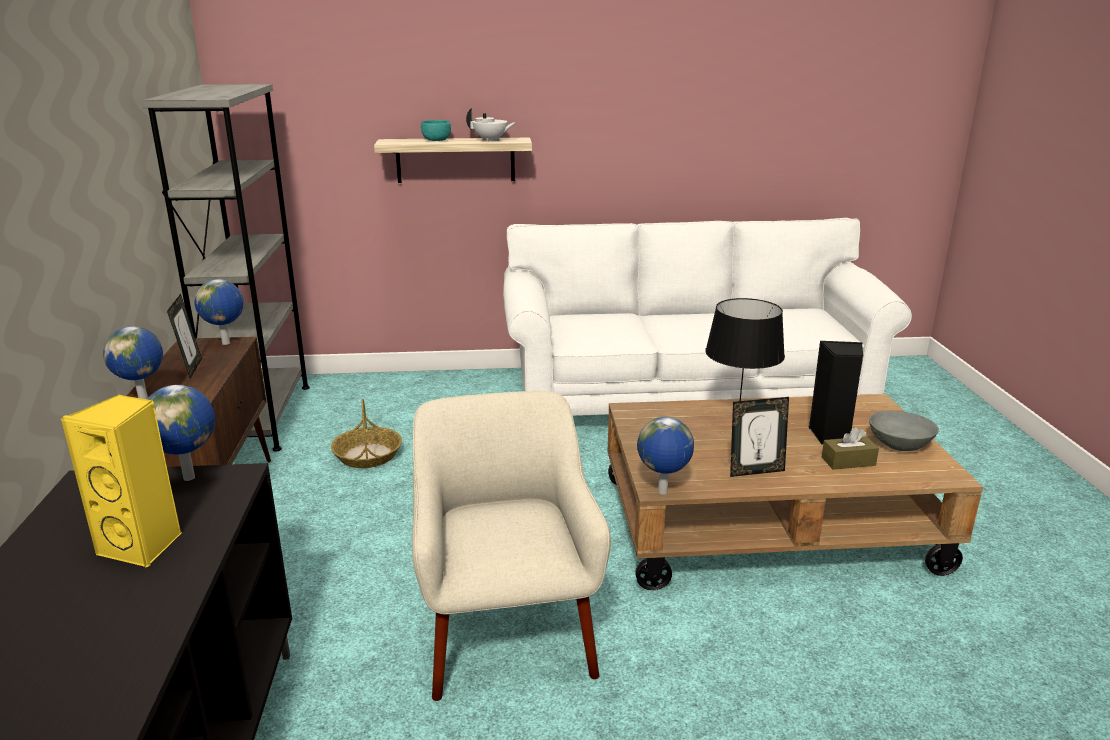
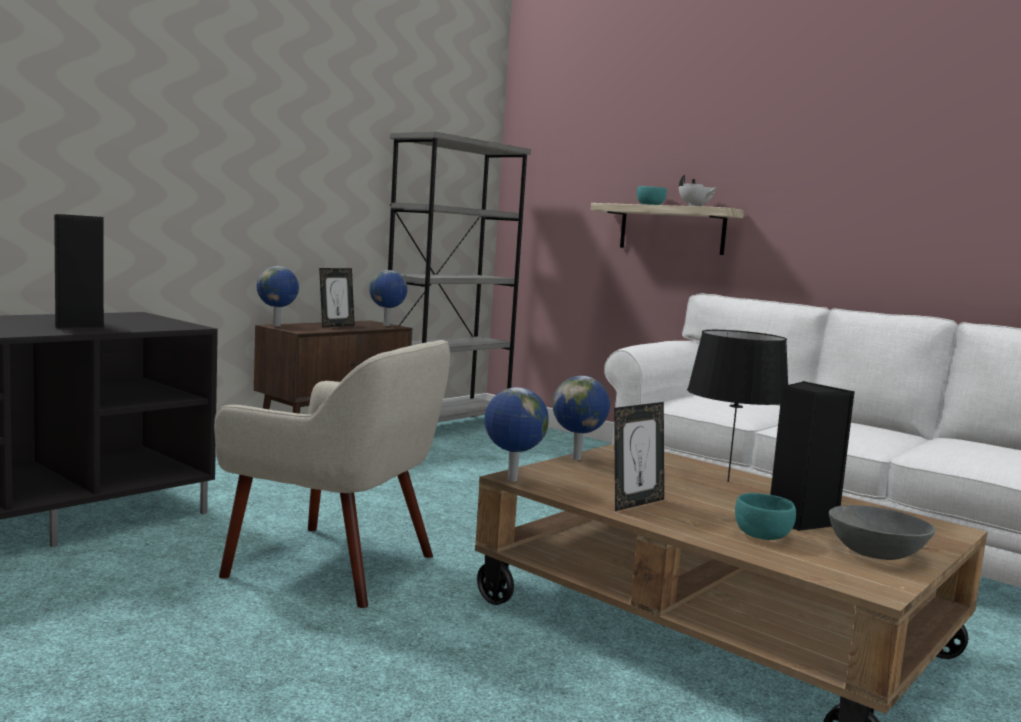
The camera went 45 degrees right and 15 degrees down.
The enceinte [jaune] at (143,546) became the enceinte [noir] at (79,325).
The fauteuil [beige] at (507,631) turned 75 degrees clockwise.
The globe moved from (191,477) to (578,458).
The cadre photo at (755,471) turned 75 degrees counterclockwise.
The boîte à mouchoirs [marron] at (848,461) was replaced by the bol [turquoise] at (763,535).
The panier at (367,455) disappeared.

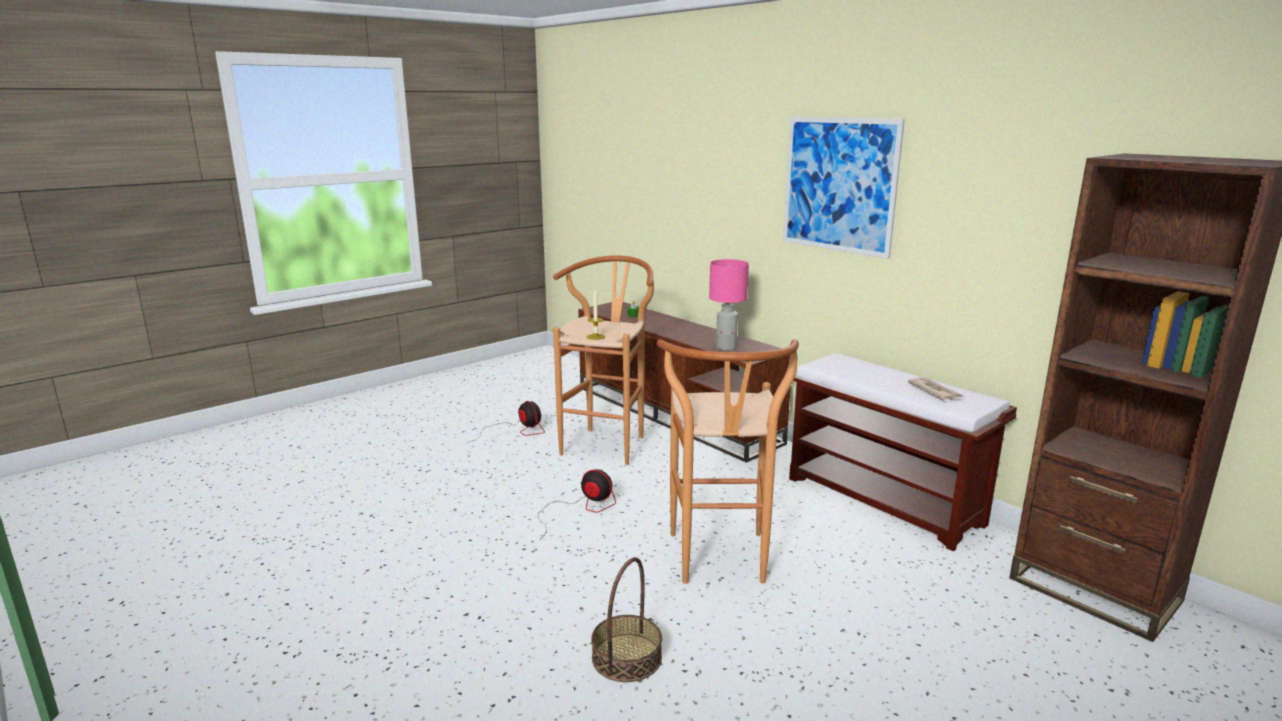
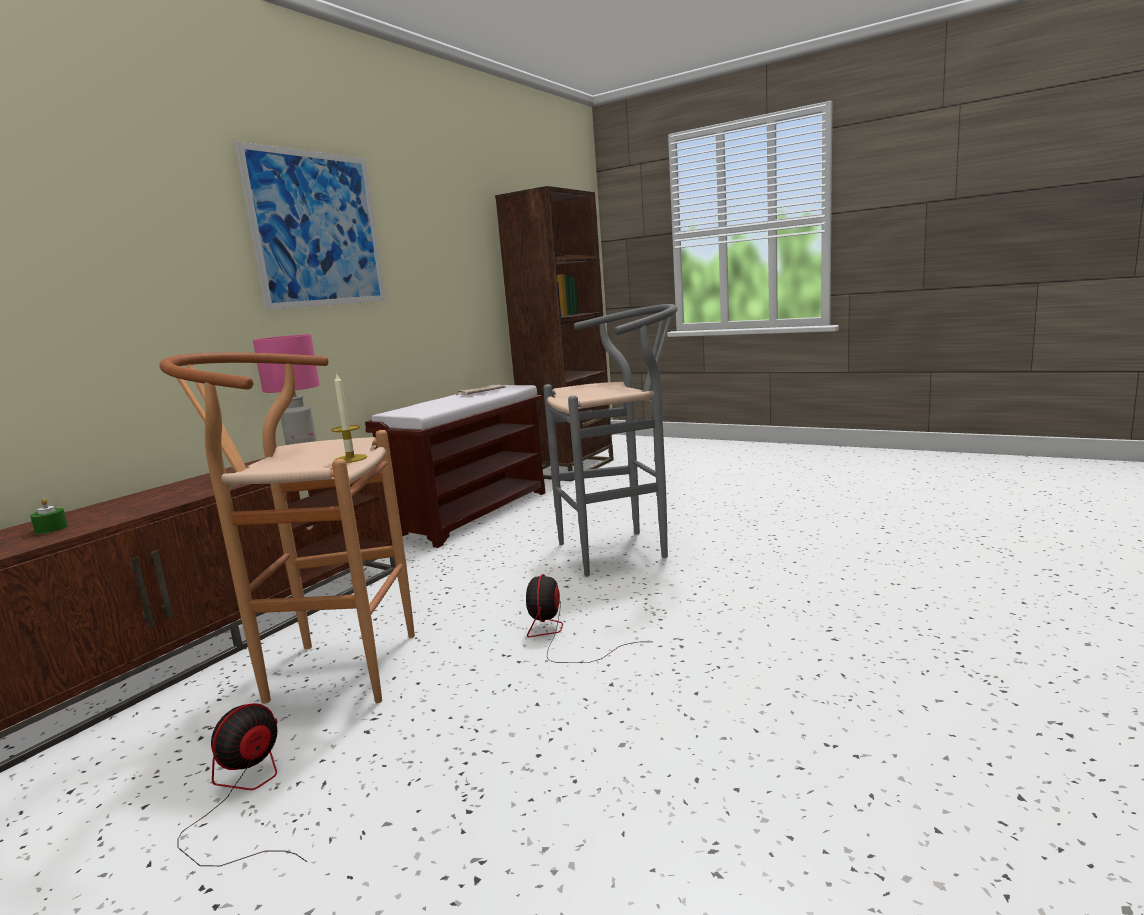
The camera went 105 degrees left and 5 degrees down.
The tabouret [marron] at (720,564) became the tabouret [gris] at (623,550).
The panier at (627,657) disappeared.

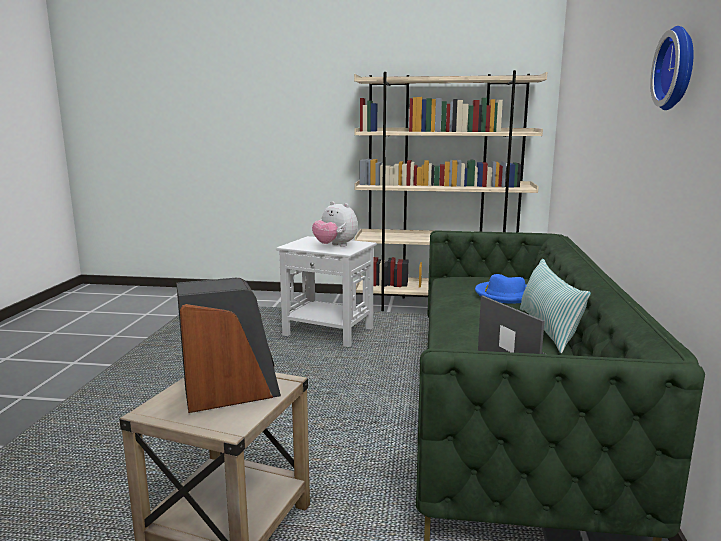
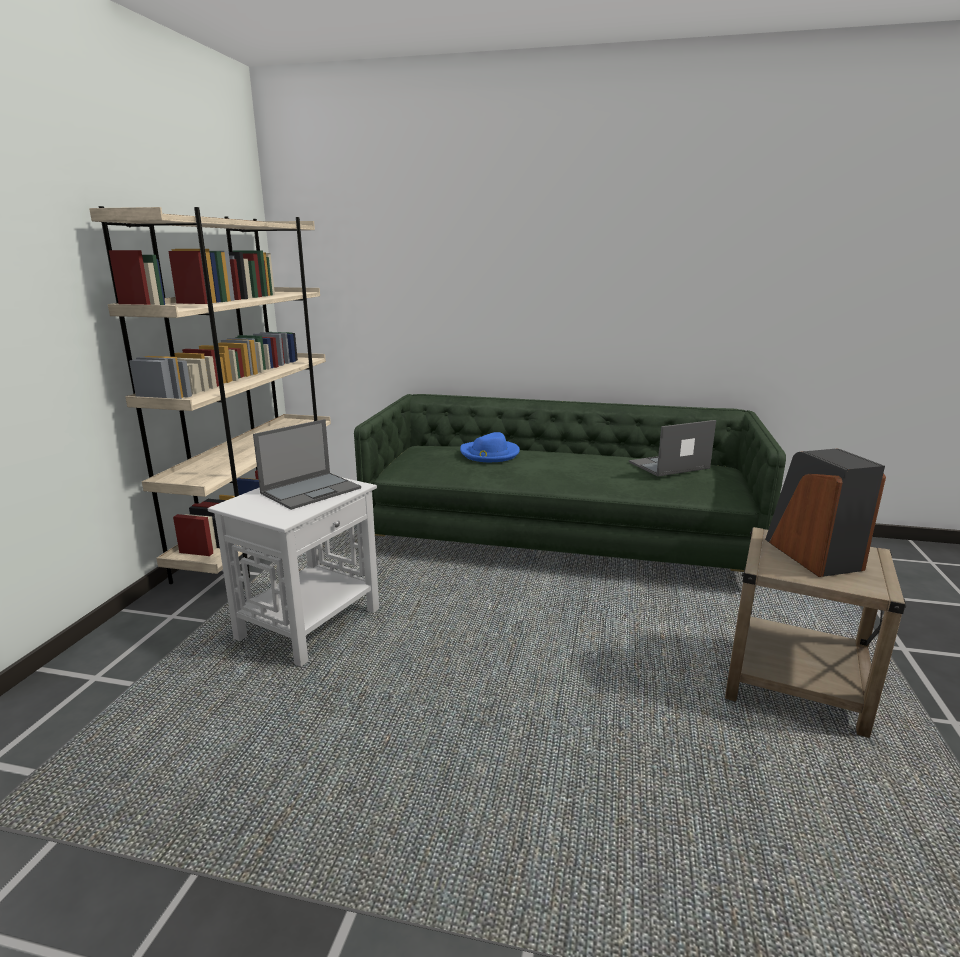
The camera went 85 degrees left and 5 degrees up.
The peluche at (335,246) was replaced by the ordinateur portable at (312,490).
The coussin at (548,329) disappeared.
The horloge murale at (679,68) disappeared.

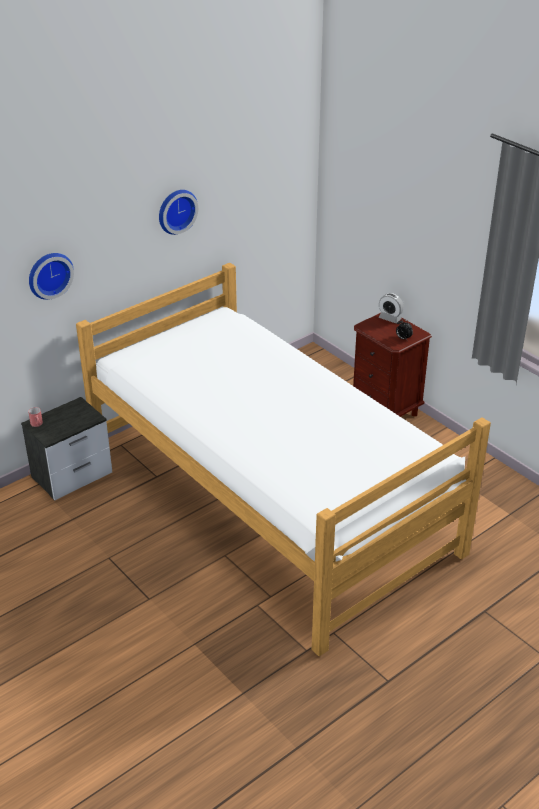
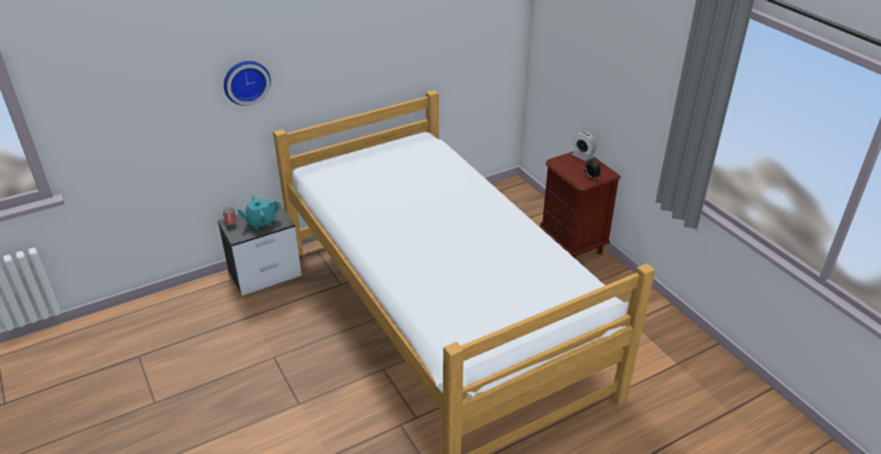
The camera went 10 degrees right and 0 degrees up.
The théière [turquoise] at (260,222) appeared.
The horloge murale at (175,210) disappeared.

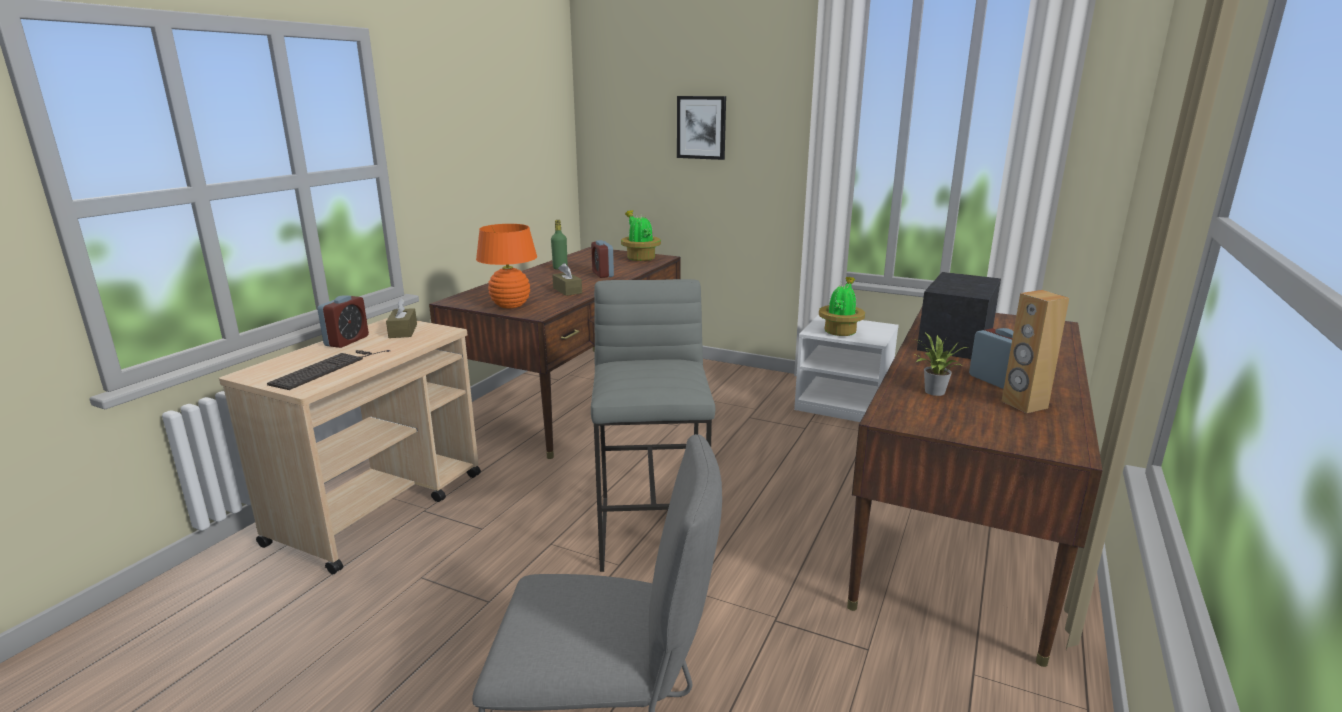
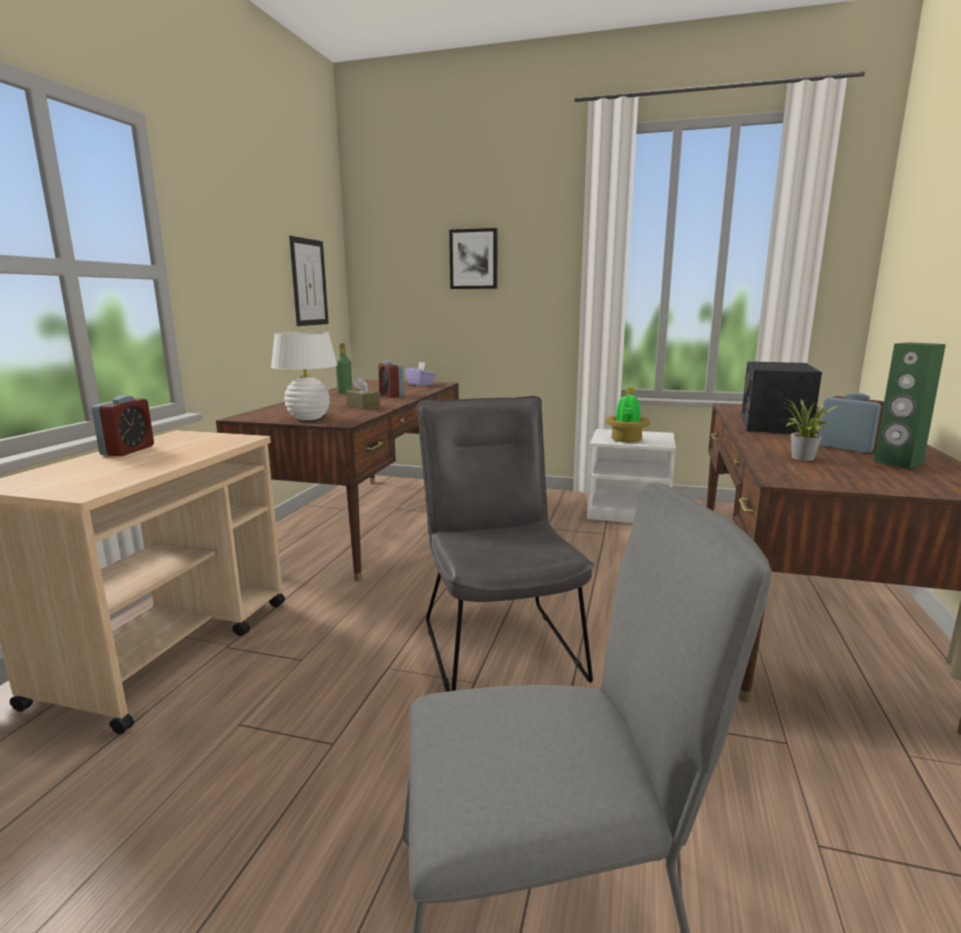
The camera went 10 degrees left and 5 degrees down.
The lampe de table [orange] at (510,305) became the lampe de table [blanc] at (308,418).
The tableau at (309,282) appeared.
The plante en pot at (640,258) was replaced by the boîte à mouchoirs [violet] at (420,384).
The tabouret [gris] at (653,531) was replaced by the chaise [gris] at (498,642).
The enceinte [marron] at (1024,404) became the enceinte [vert] at (897,462).
The clavier at (328,368) disappeared.
The boîte à mouchoirs [marron] at (403,331) disappeared.

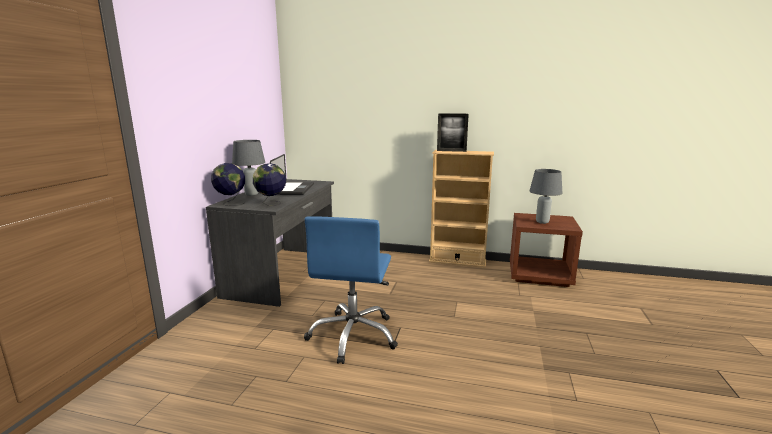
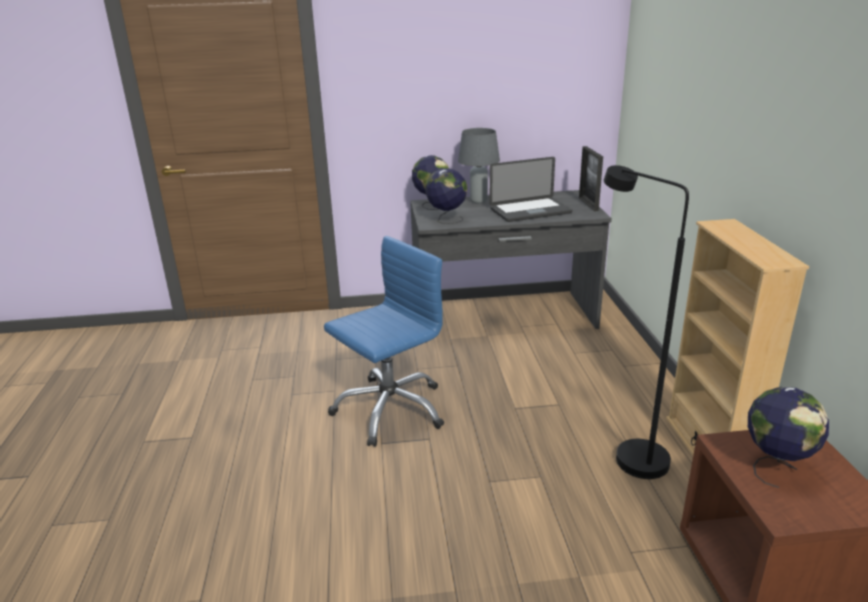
The camera went 70 degrees right and 10 degrees up.
The chaise de bureau [bleu] at (353,335) turned 150 degrees clockwise.
The cadre photo moved from (451,151) to (588,204).
The lampadaire [noir] at (629,454) appeared.
The lampe de table [gris] at (541,222) was replaced by the globe at (775,467).

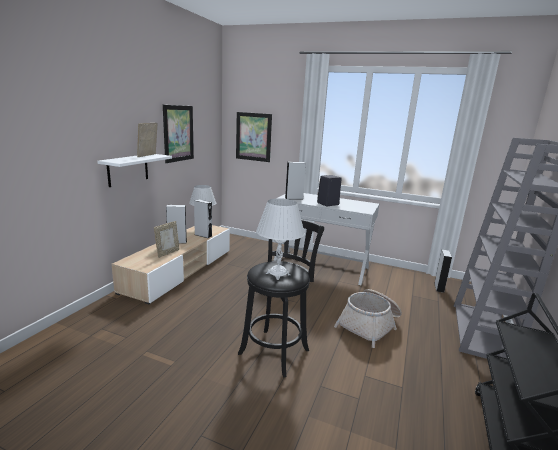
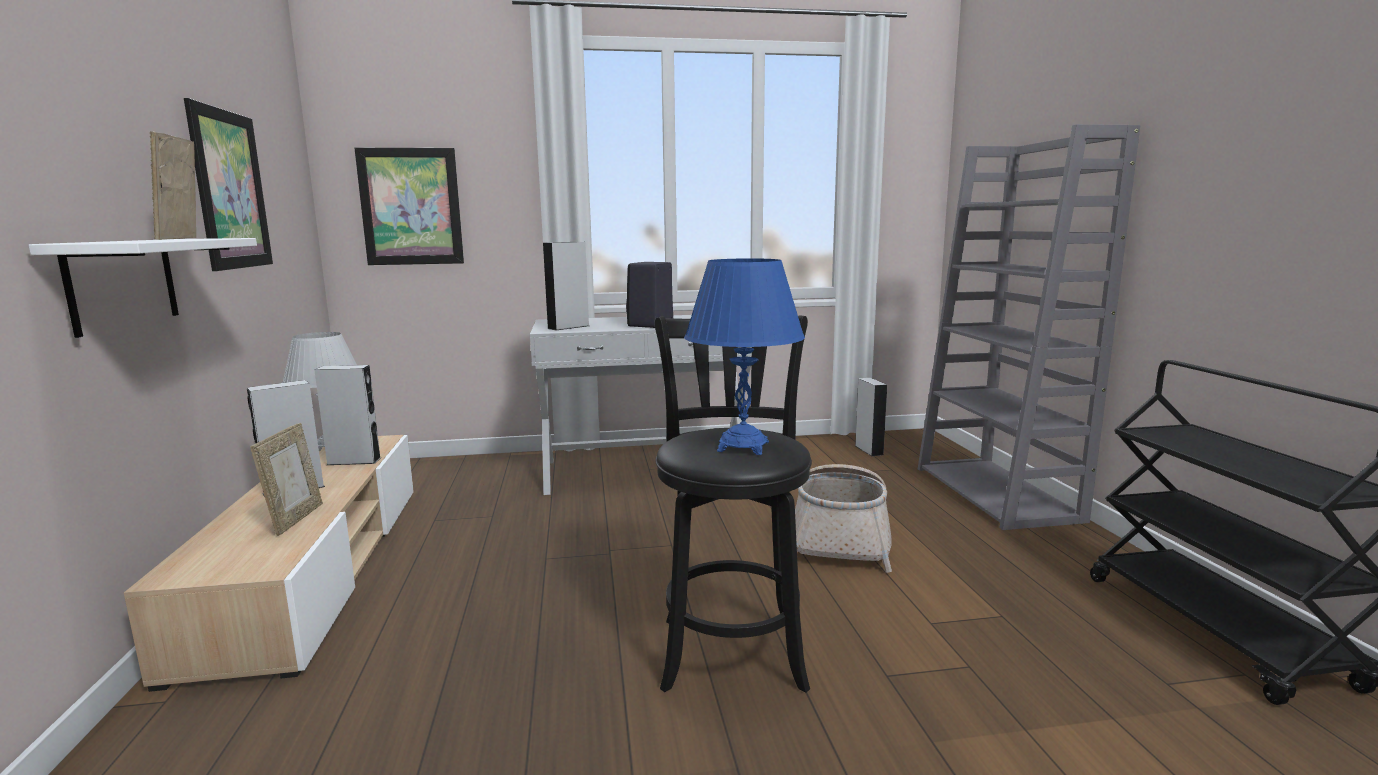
The camera went 30 degrees left and 5 degrees down.
The lampe de table [blanc] at (278,274) became the lampe de table [bleu] at (743,447).

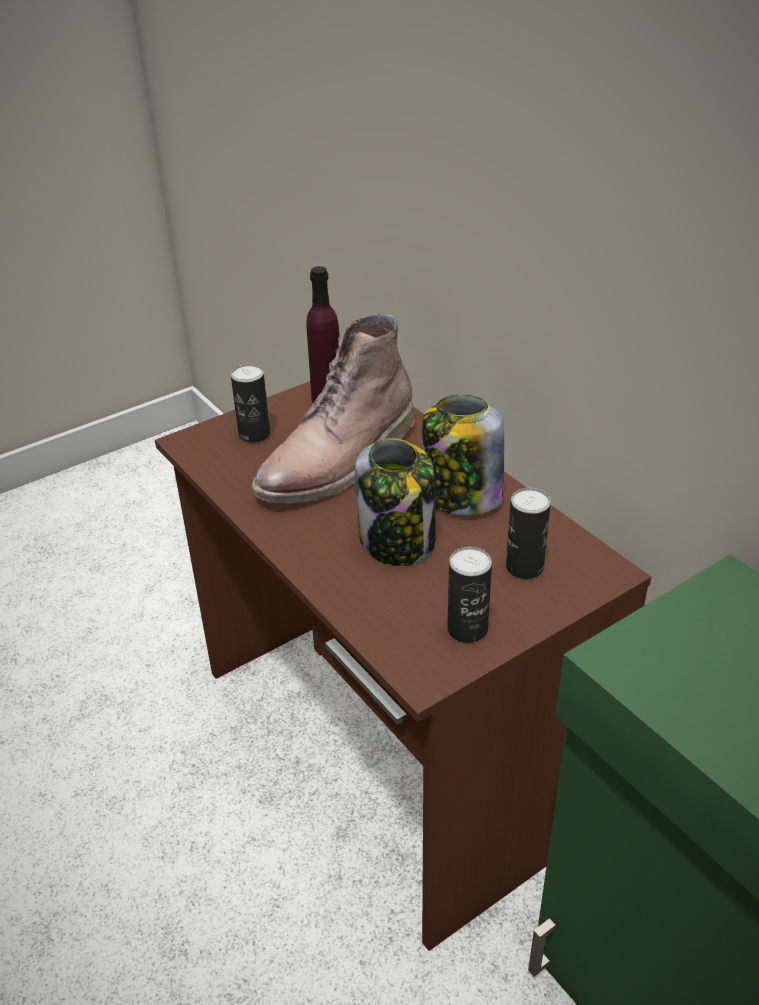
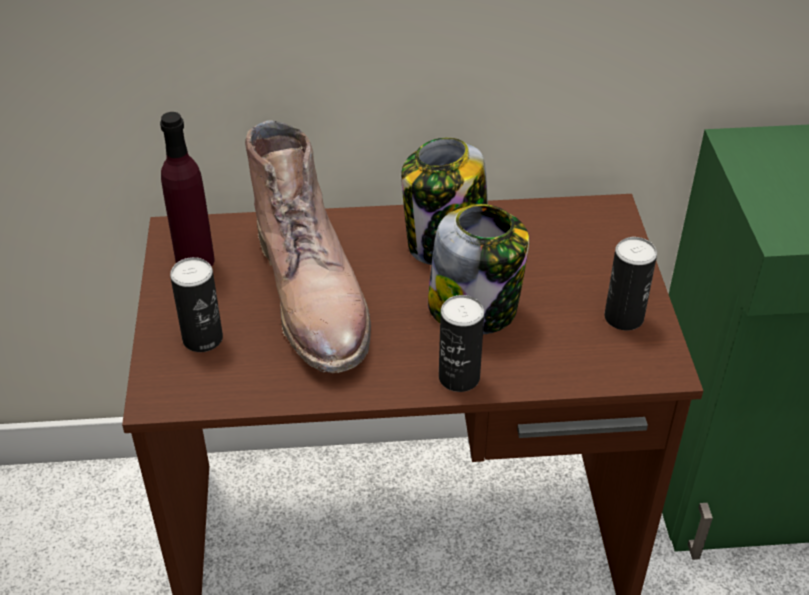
The camera went 60 degrees left and 5 degrees up.
The boîte métallique moved from (524,567) to (459,377).

